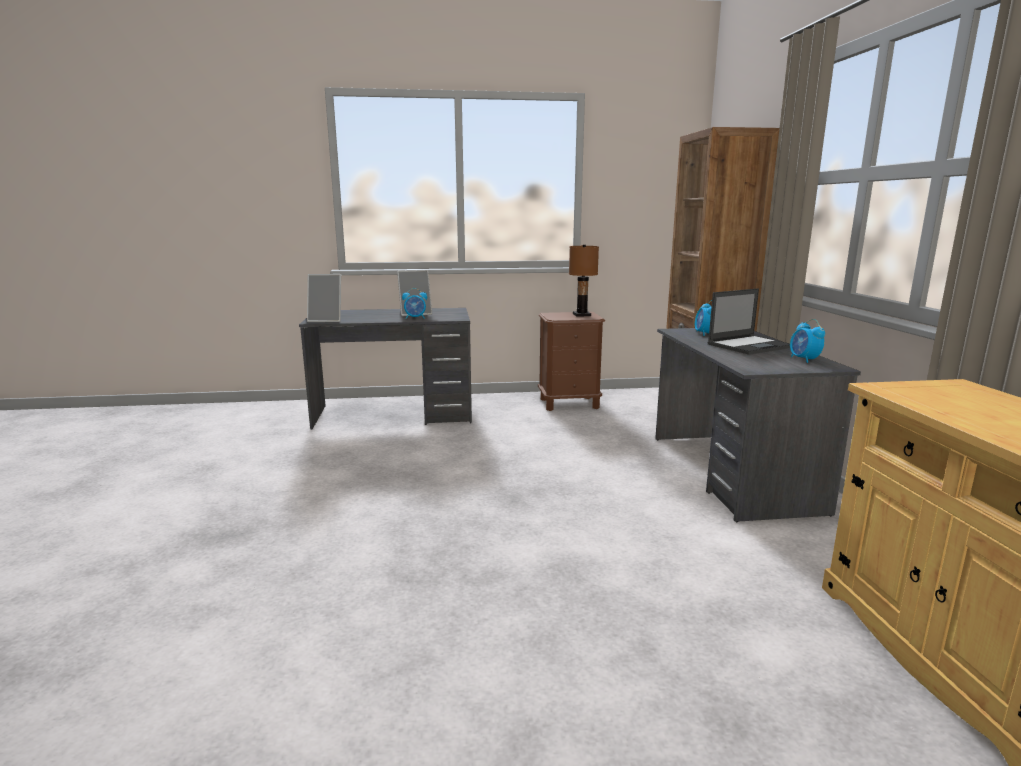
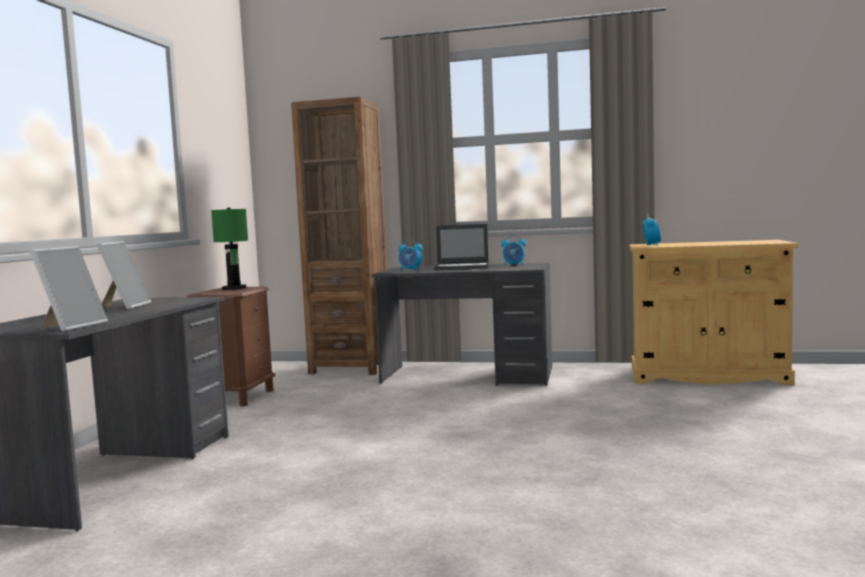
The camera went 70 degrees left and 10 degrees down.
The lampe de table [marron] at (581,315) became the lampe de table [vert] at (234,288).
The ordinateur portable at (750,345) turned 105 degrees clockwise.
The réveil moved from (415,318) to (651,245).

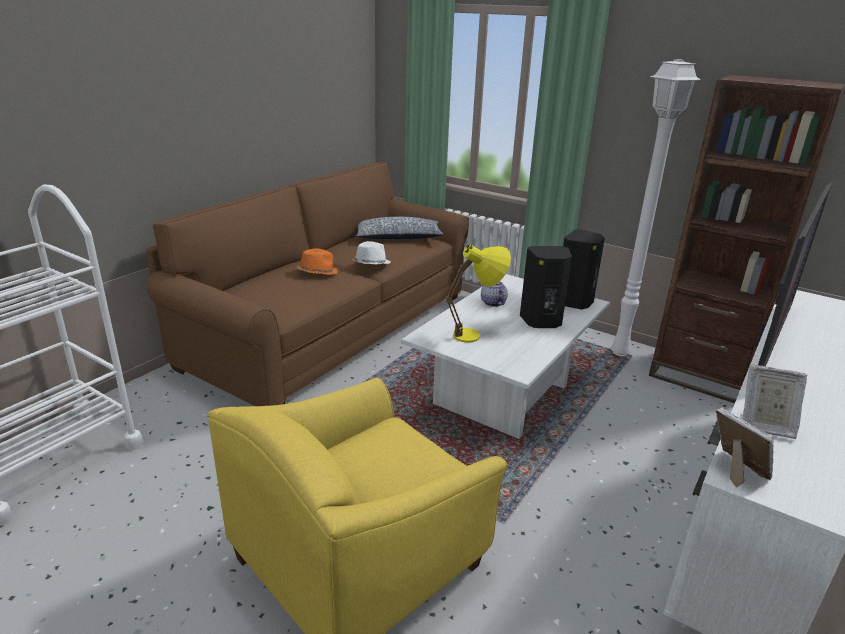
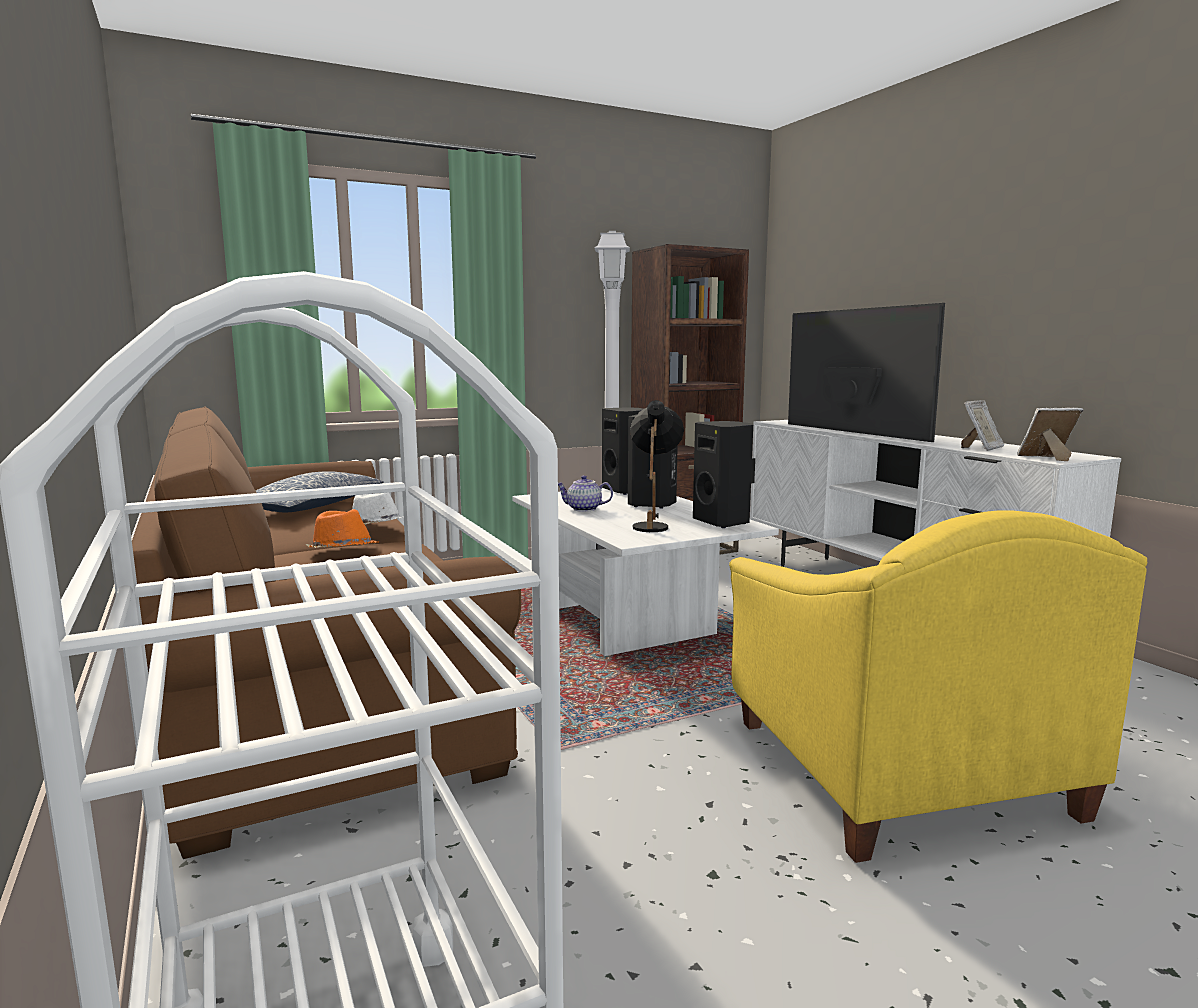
The camera went 60 degrees left and 15 degrees down.
The lampe de table [jaune] at (476,335) became the lampe de table [noir] at (653,525).
The enceinte [noir] at (723,522) appeared.

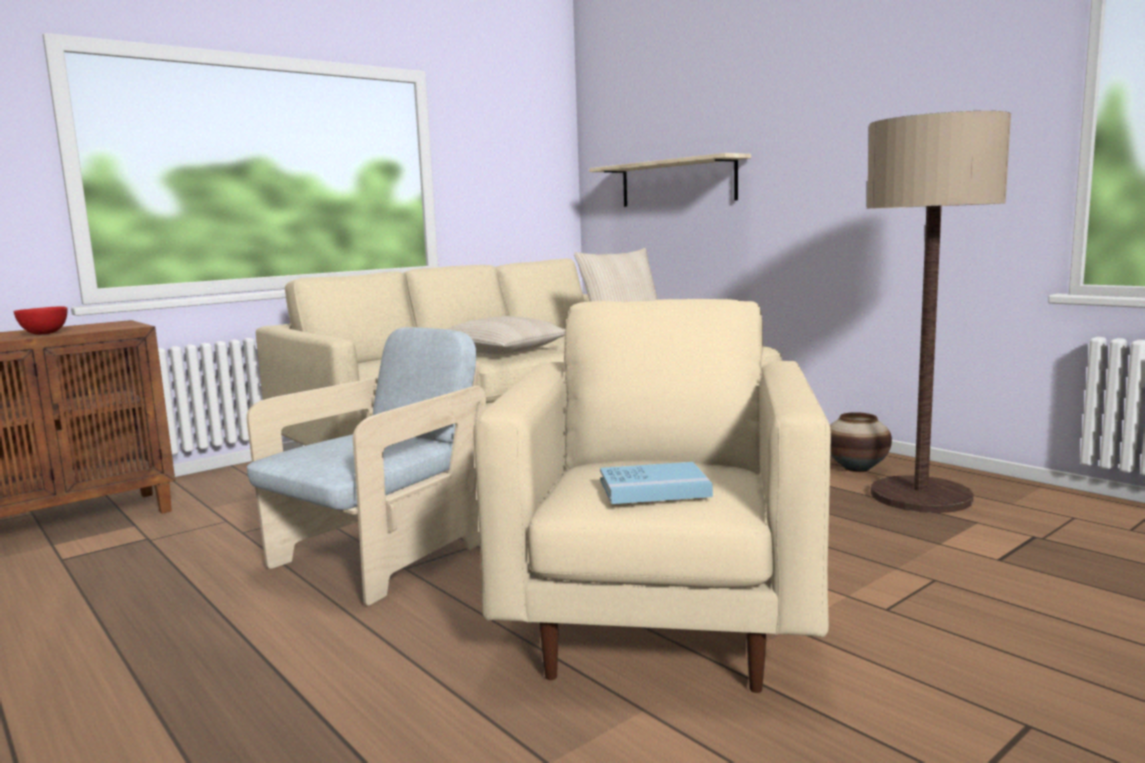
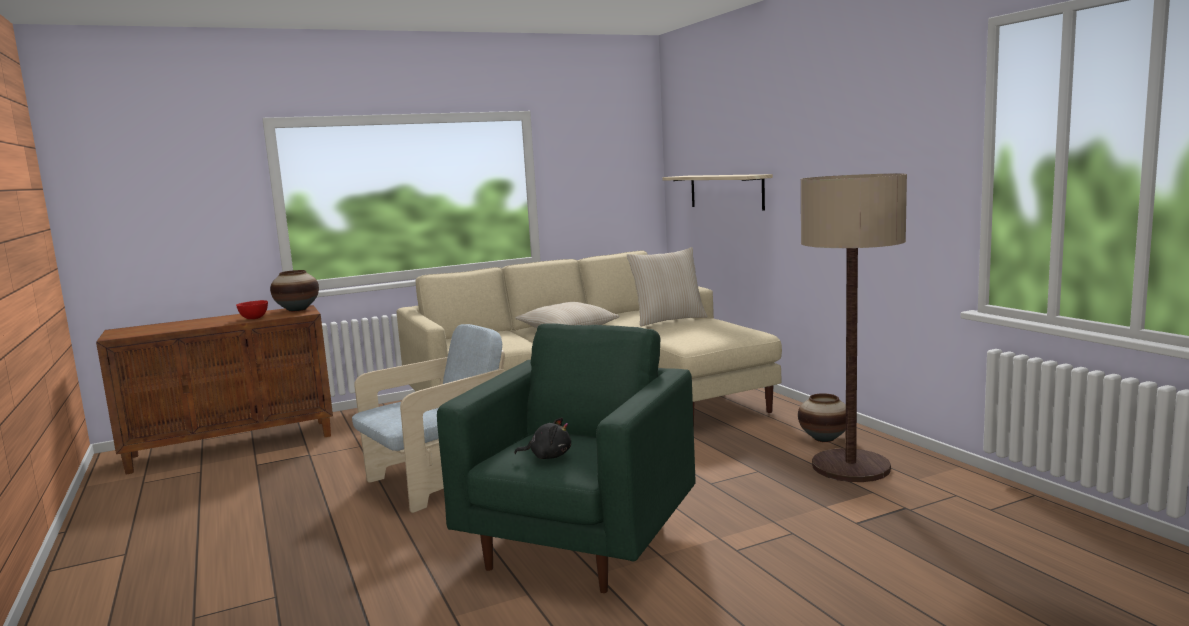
The camera went 15 degrees right and 0 degrees up.
The vase at (297,310) appeared.
The fauteuil [beige] at (661,623) became the fauteuil [vert] at (579,543).
The livre [bleu] at (654,488) was replaced by the peluche [noir] at (548,456).

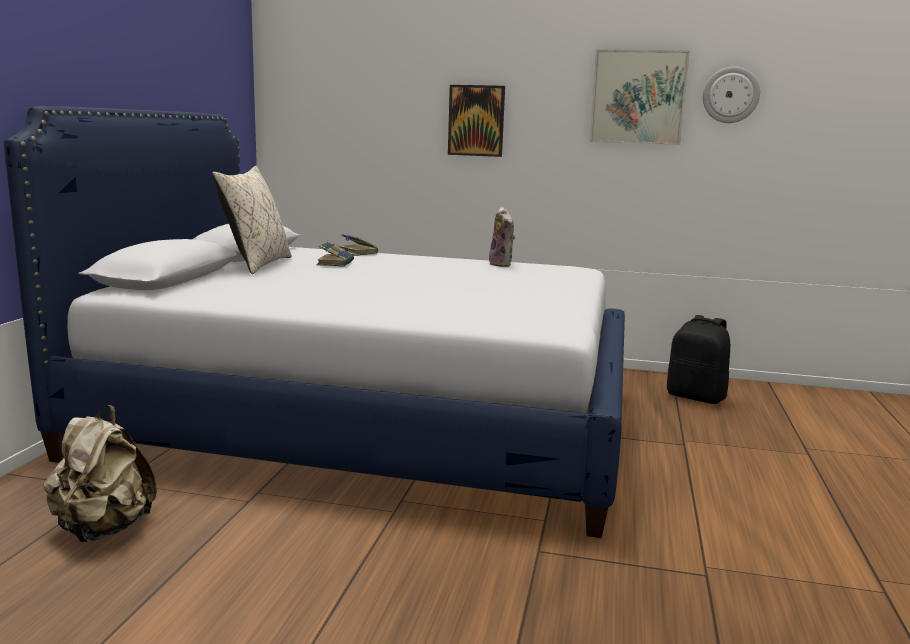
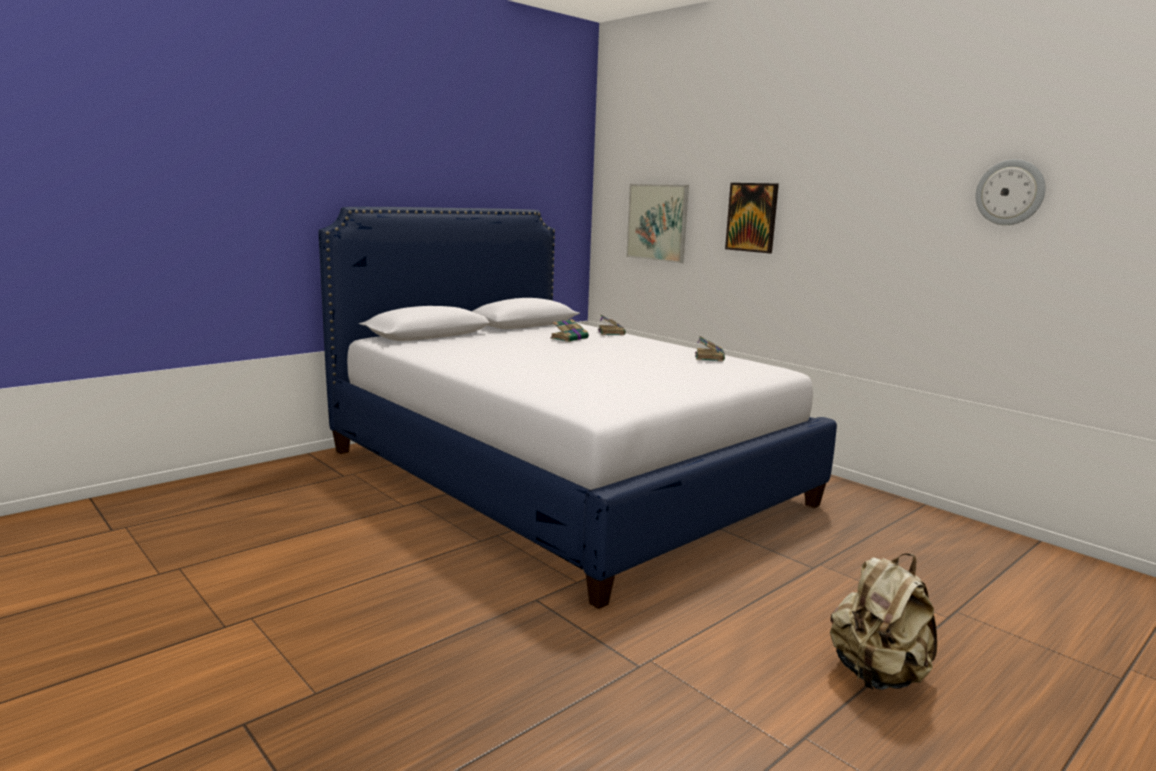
The camera went 35 degrees right and 0 degrees up.
The tableau moved from (638,97) to (657,222).
The peluche at (502,264) was replaced by the livre at (709,357).
The sac à dos [beige] moved from (103,529) to (877,675).
The coussin [beige] at (256,265) disappeared.
The sac à dos [noir] at (696,397) disappeared.

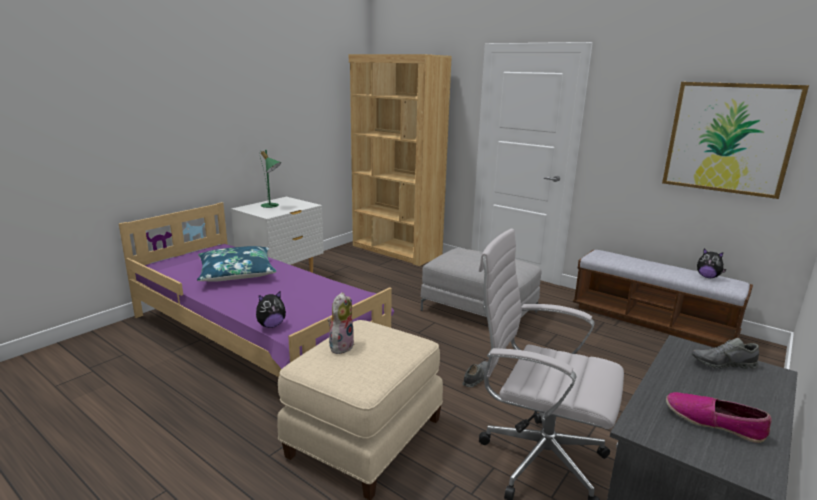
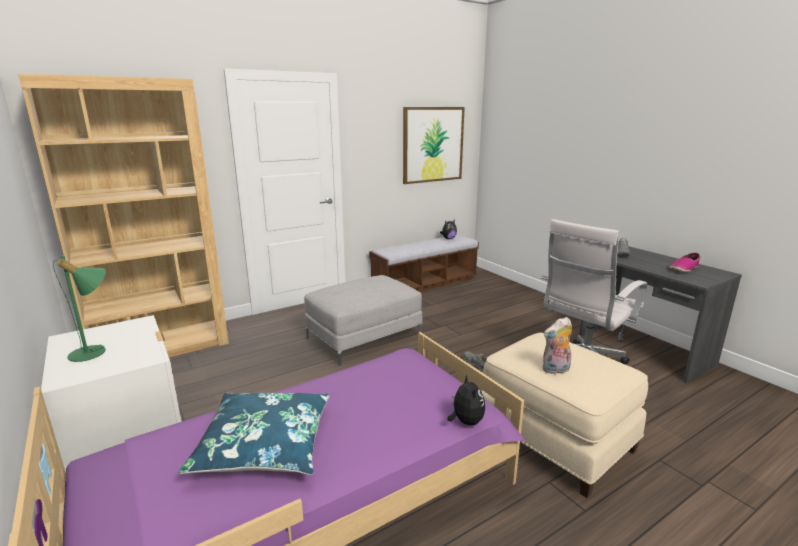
The camera went 70 degrees left and 0 degrees up.
The peluche at (340,346) turned 60 degrees counterclockwise.

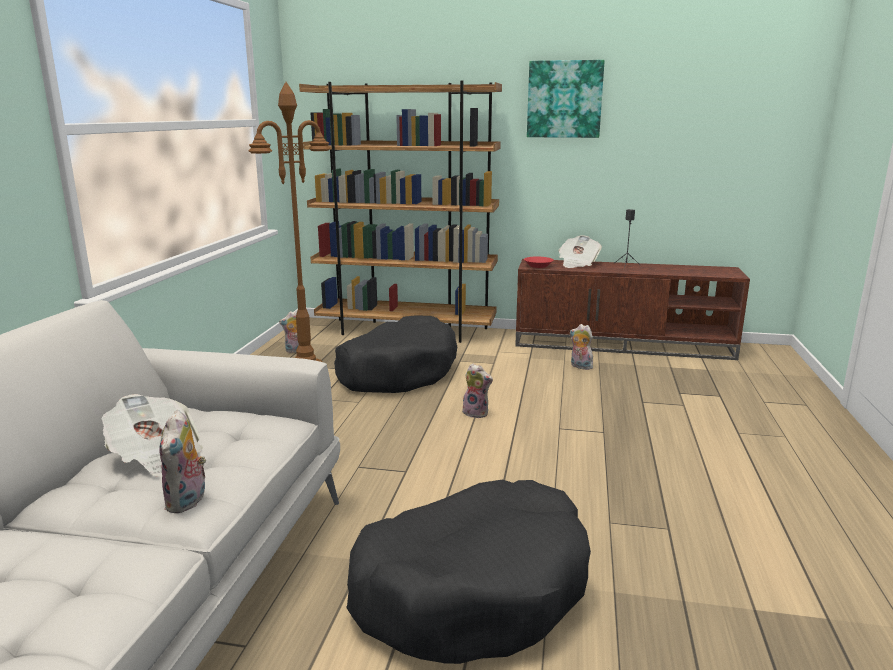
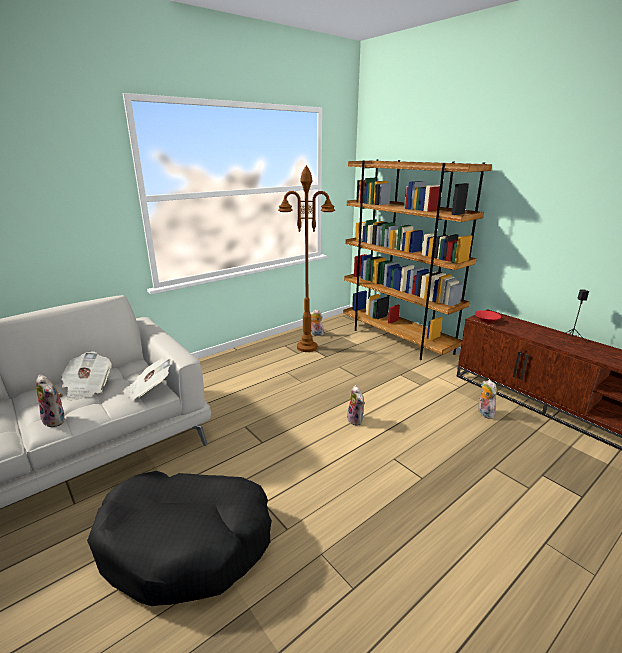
The camera went 40 degrees right and 5 degrees up.
The peluche at (188,502) turned 90 degrees counterclockwise.
The journal moved from (577,264) to (149,390).
The panier pour chien [noir] at (397,371) disappeared.
The tableau at (564,99) disappeared.

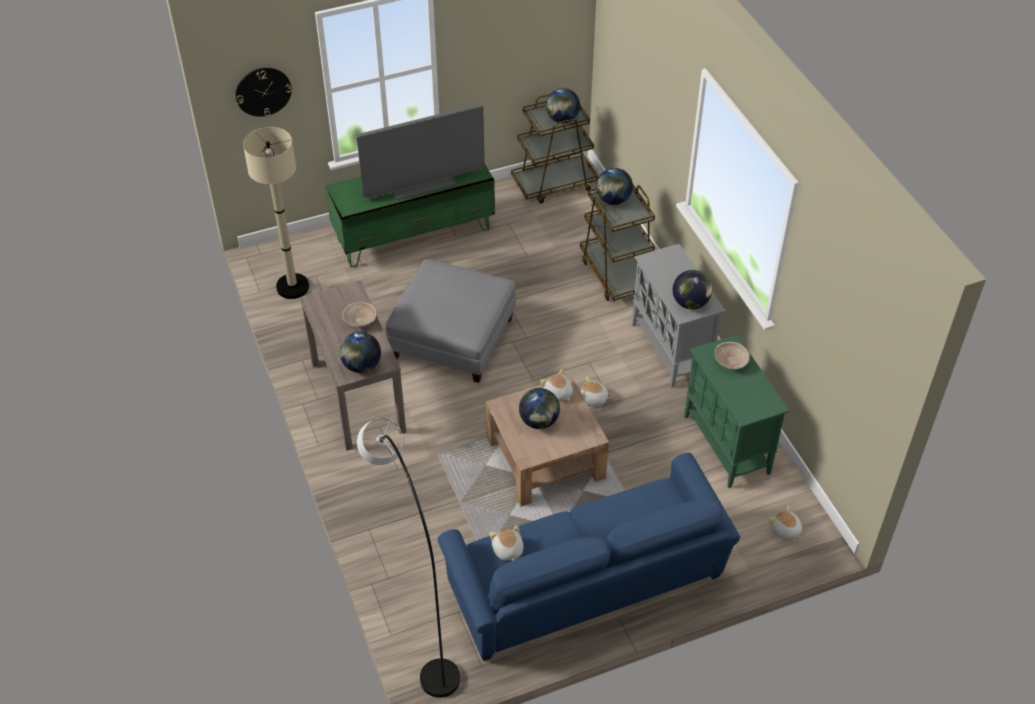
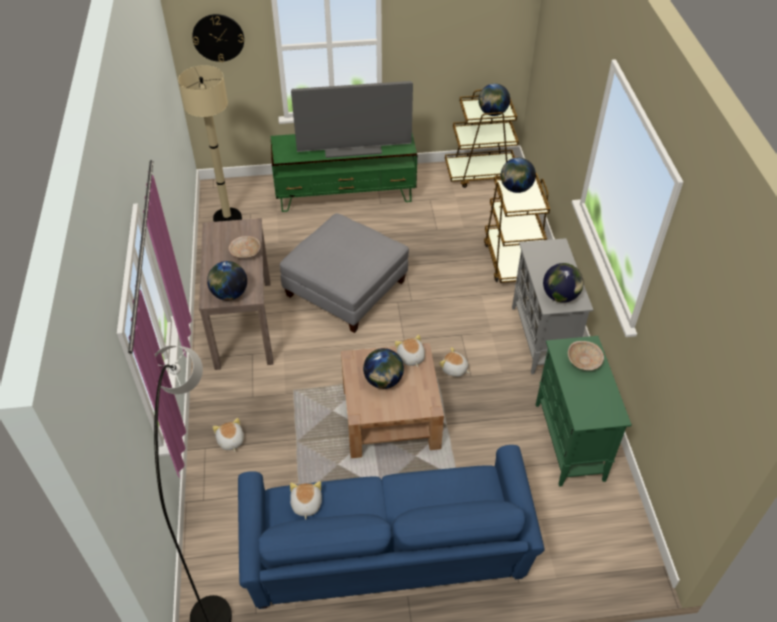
The camera went 15 degrees right and 0 degrees up.
The peluche moved from (785,531) to (230,441).

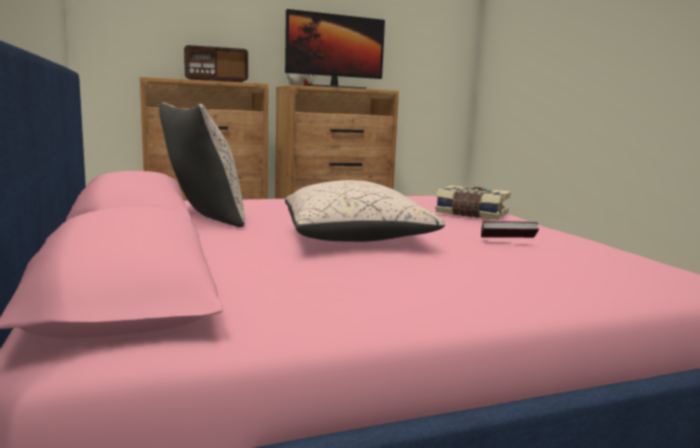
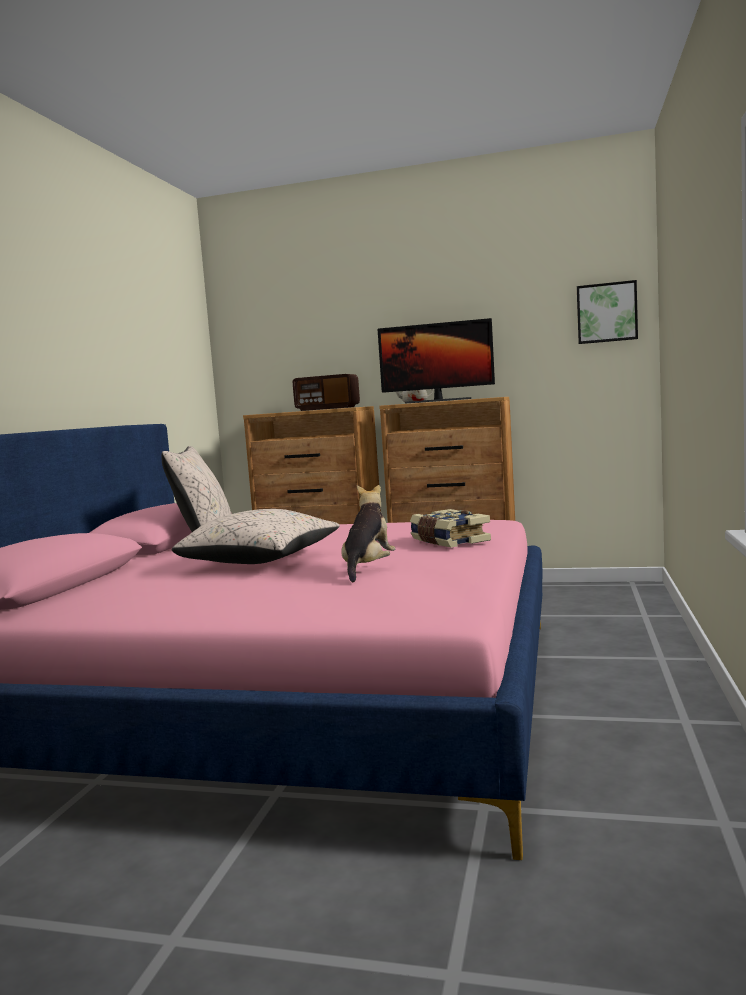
The camera went 35 degrees right and 5 degrees down.
The livre at (507,242) was replaced by the peluche at (368,568).
The tableau at (606,313) appeared.

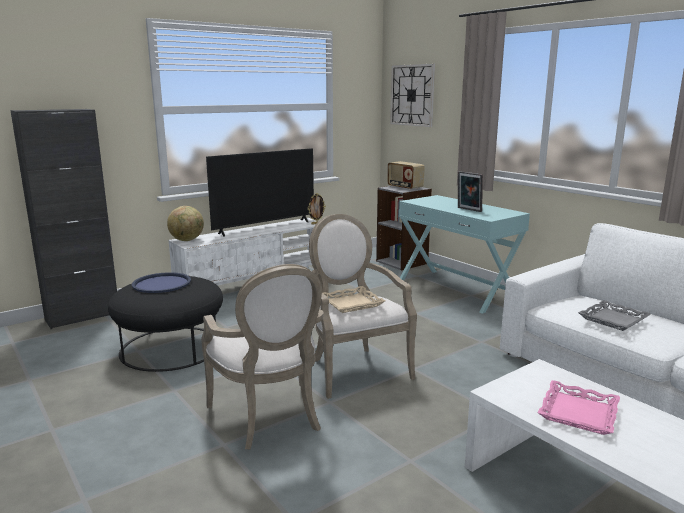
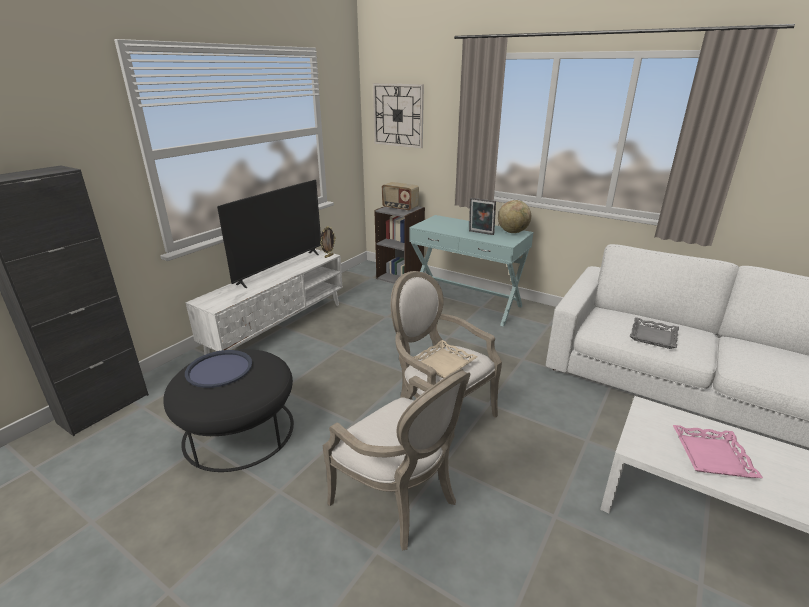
The camera went 20 degrees left and 10 degrees up.
The globe moved from (187,240) to (512,232).

